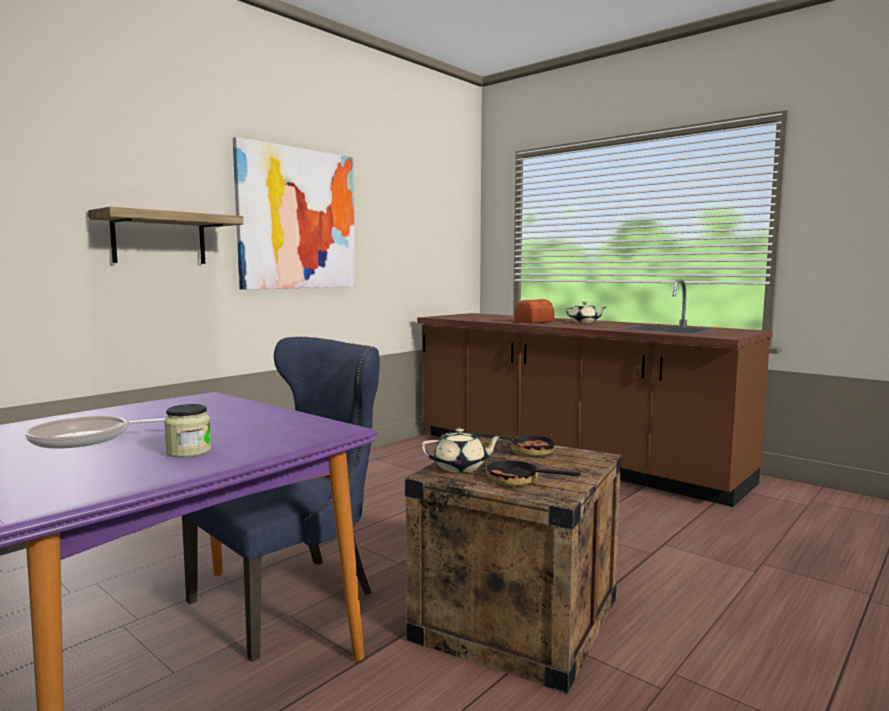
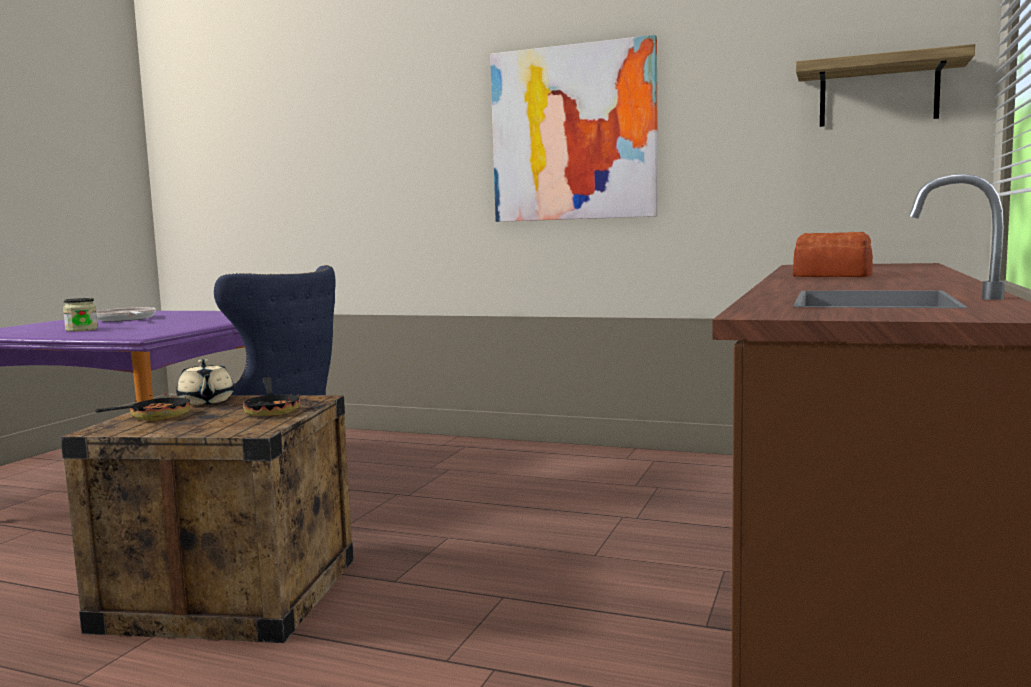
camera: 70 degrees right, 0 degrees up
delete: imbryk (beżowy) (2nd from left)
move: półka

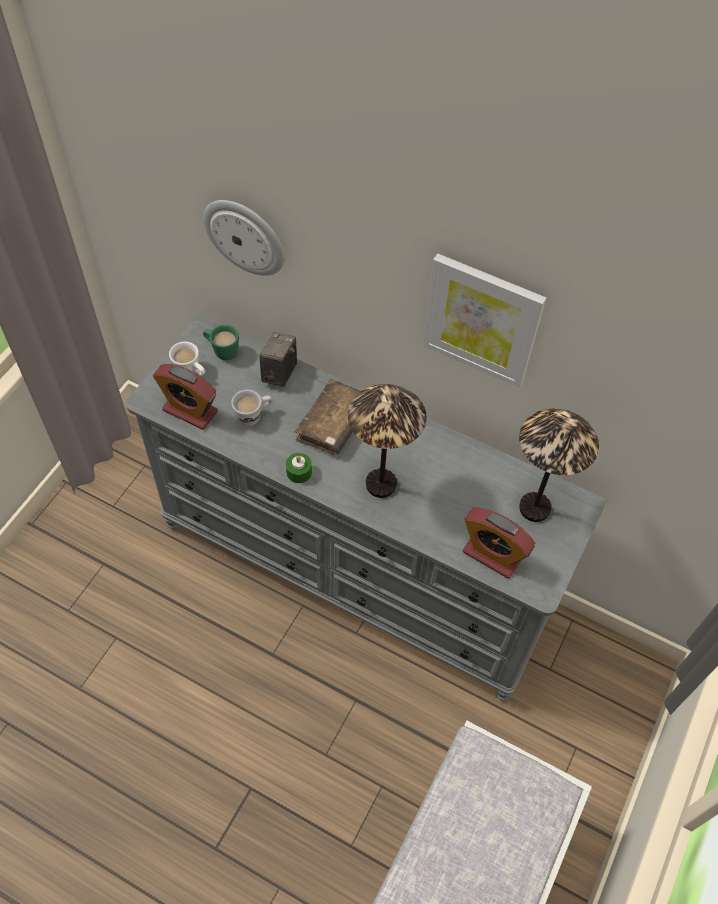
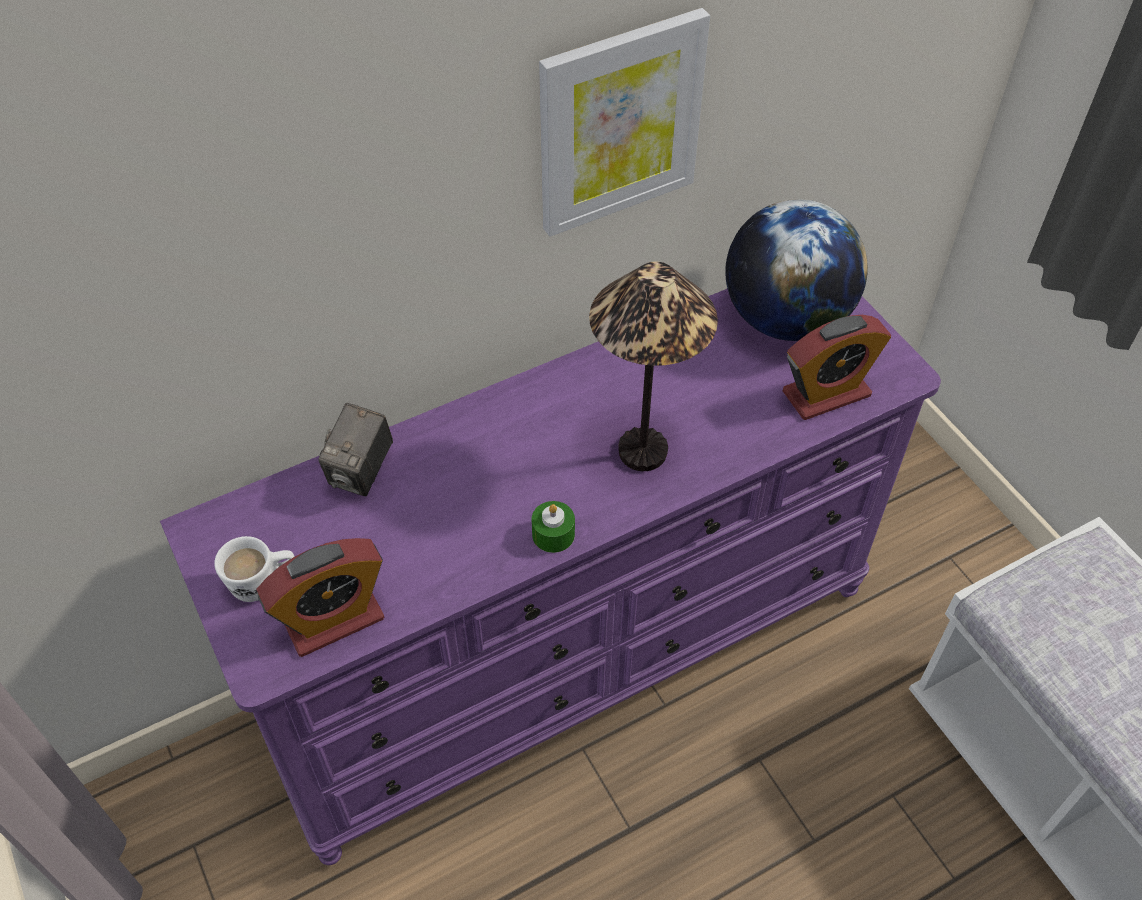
camera: 55 degrees left, 5 degrees down
delete: zegar ścienny; kubek (zielony); kubek (biały) (2nd from left); książka (brązowy)
replace: lampa stołowa (2nd from left) to globus
recolor: komoda (szary) to komoda (fioletowy)
rotate: aparat fotograficzny 120 degrees counterclockwise

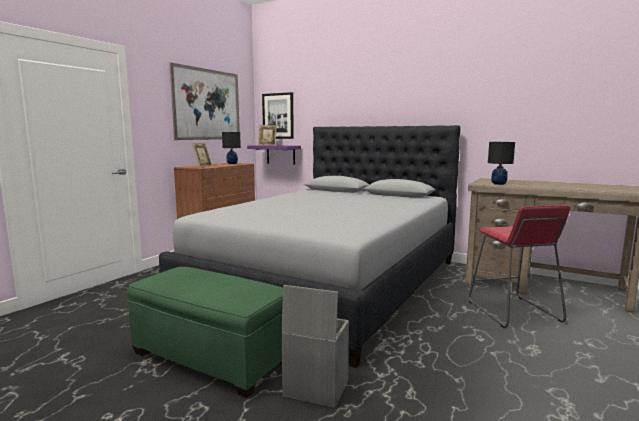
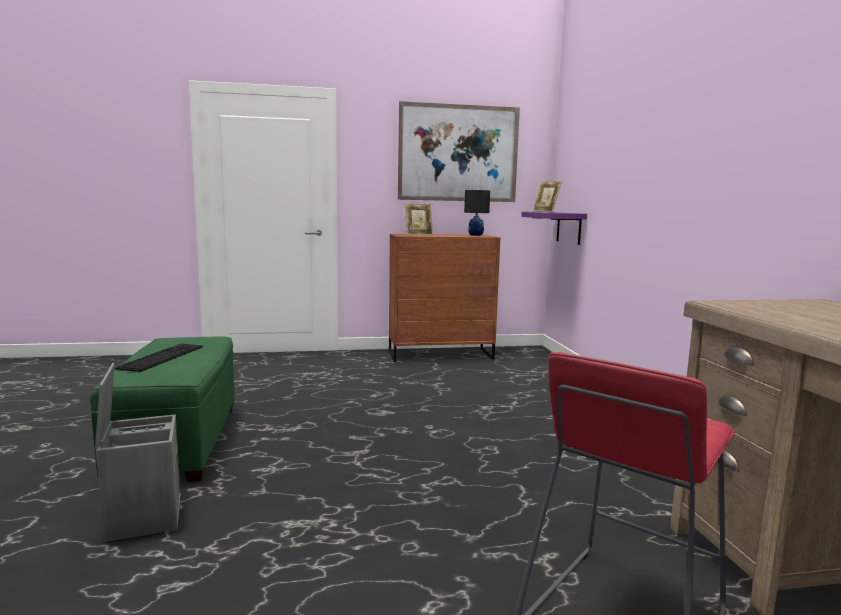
camera: 50 degrees right, 0 degrees up
delete: łóżko (szary); obraz (2nd from left); lampa stołowa (czarny) (2nd from left)
insert: klawiatura

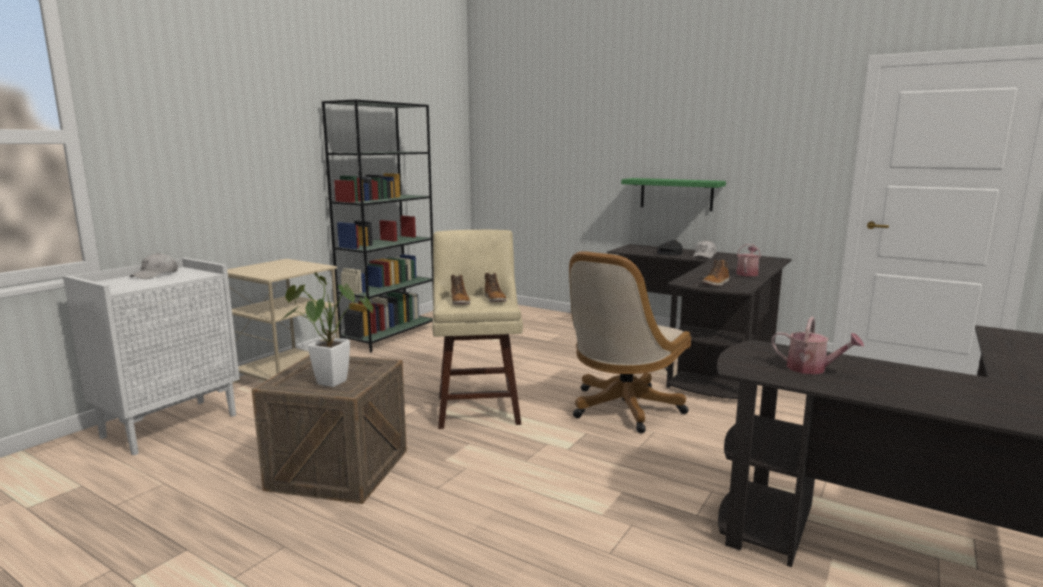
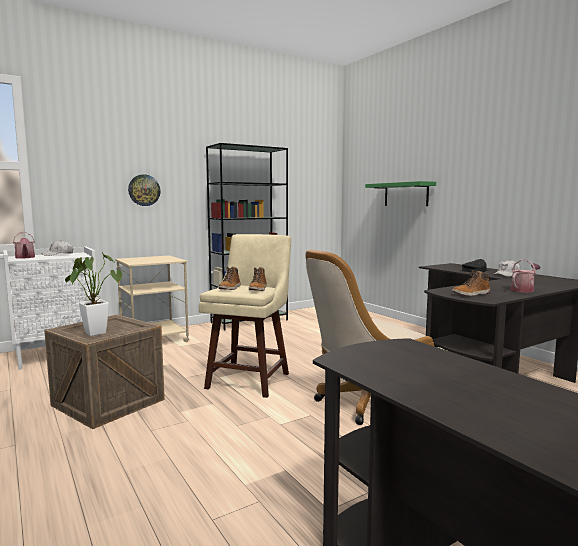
camera: 25 degrees right, 5 degrees down
insert: zegar ścienny
move: konewka (2nd from left in the first image) to konewka (1st from left); półka (zielony)

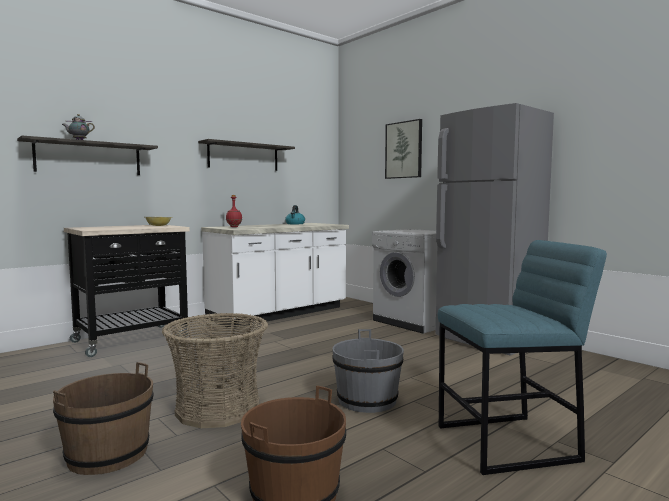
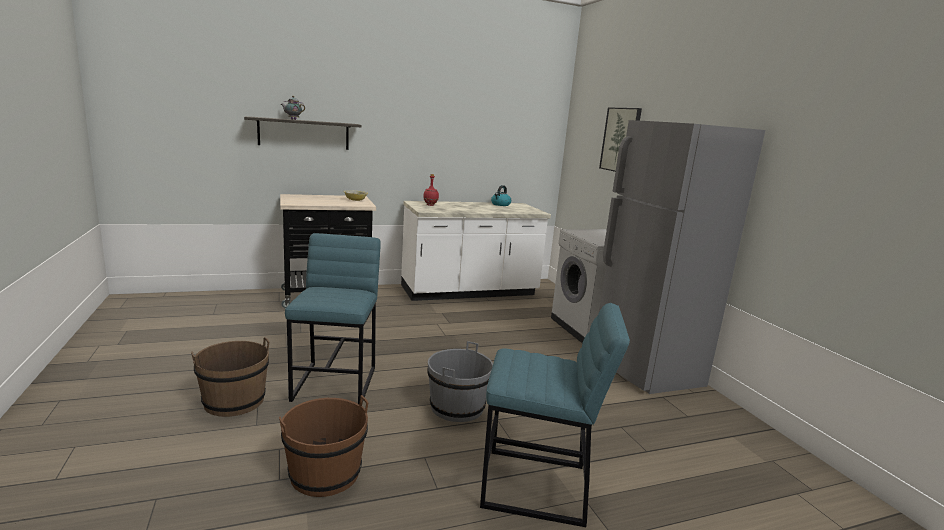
camera: 20 degrees right, 10 degrees up
delete: półka (2nd from left)
replace: koszyk to stołek (niebieski) (1st from left)

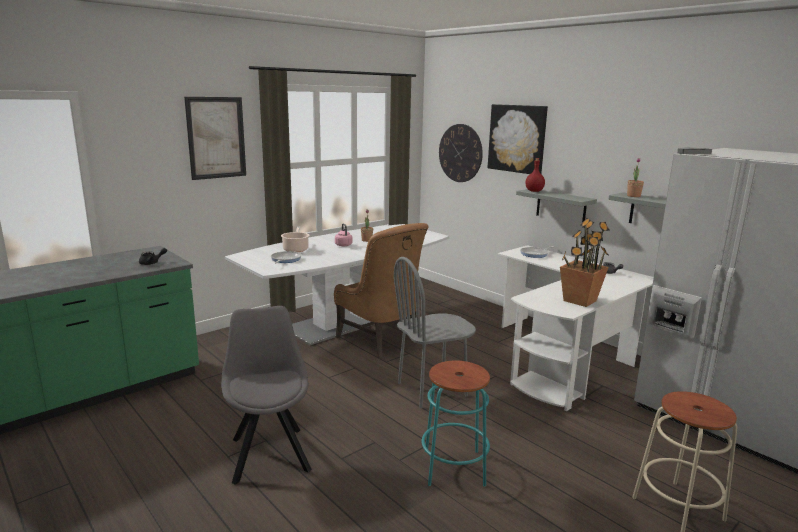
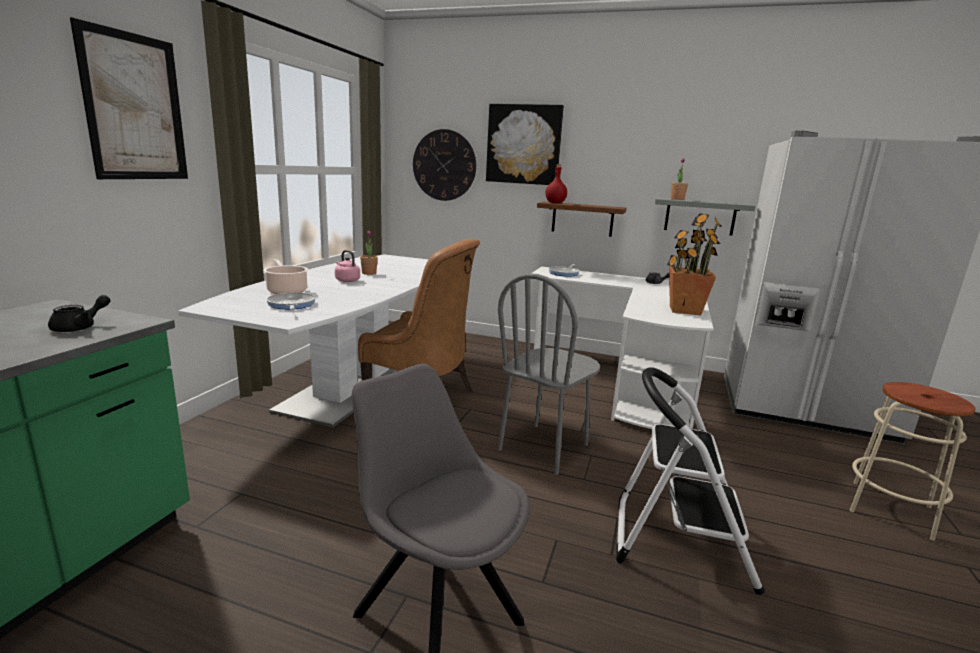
camera: 30 degrees left, 0 degrees up
replace: stołek (turkusowy) to drabinka
recolor: półka (szary) (1st from left) to półka (brązowy)

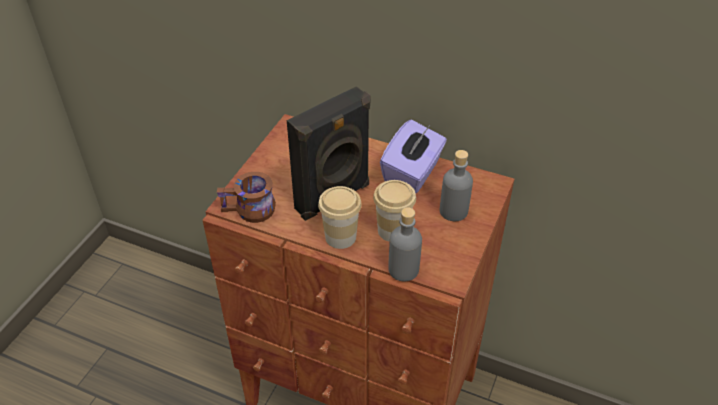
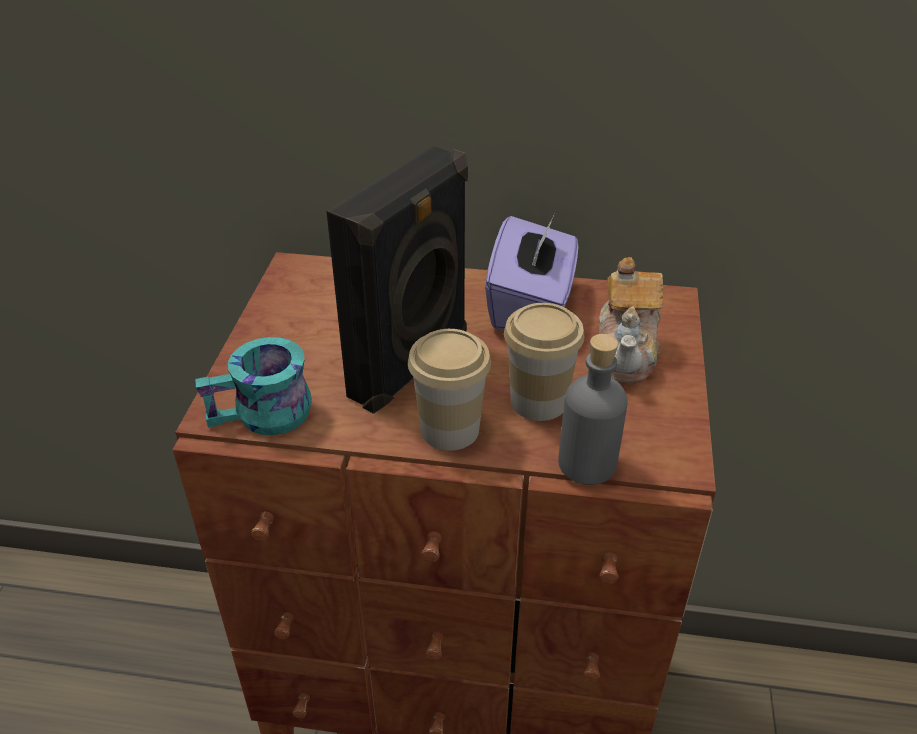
camera: 15 degrees left, 5 degrees down
replace: butelka (szary) (2nd from left) to imbryk
recolor: kubek (brązowy) to kubek (turkusowy)

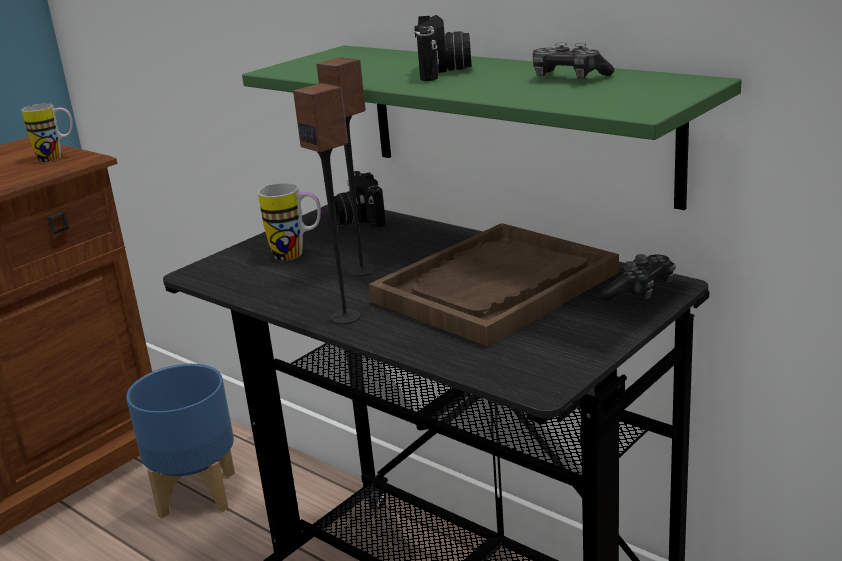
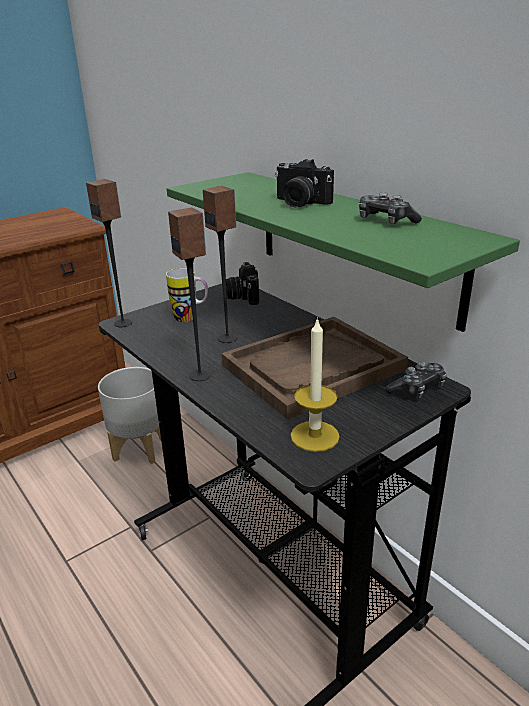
camera: 10 degrees right, 5 degrees up
delete: kubek (1st from left)
insert: głośnik (1st from left); świeca
recolor: donica (niebieski) to donica (szary)
rotate: aparat fotograficzny (2nd from left) 105 degrees clockwise

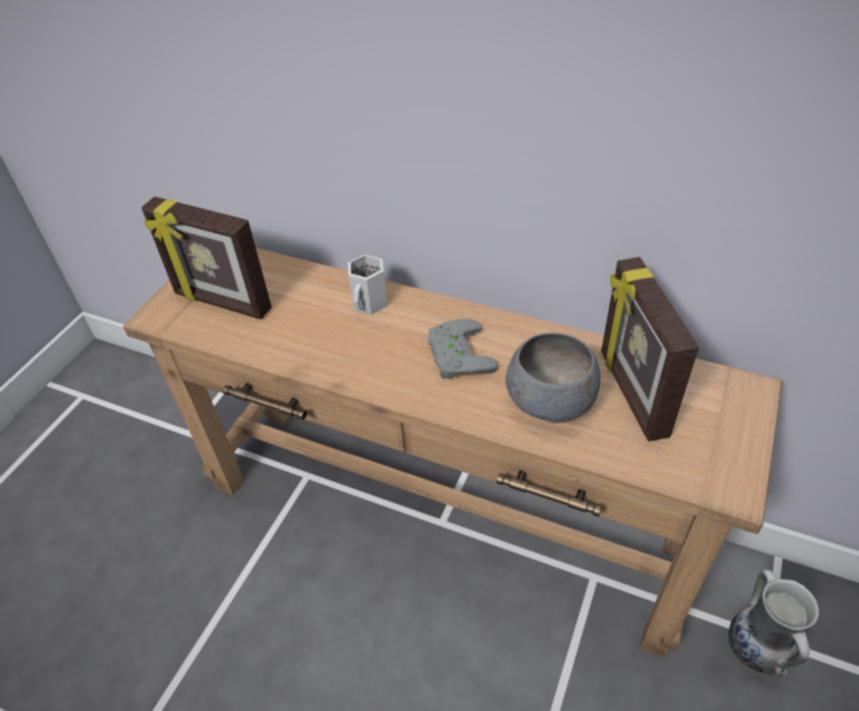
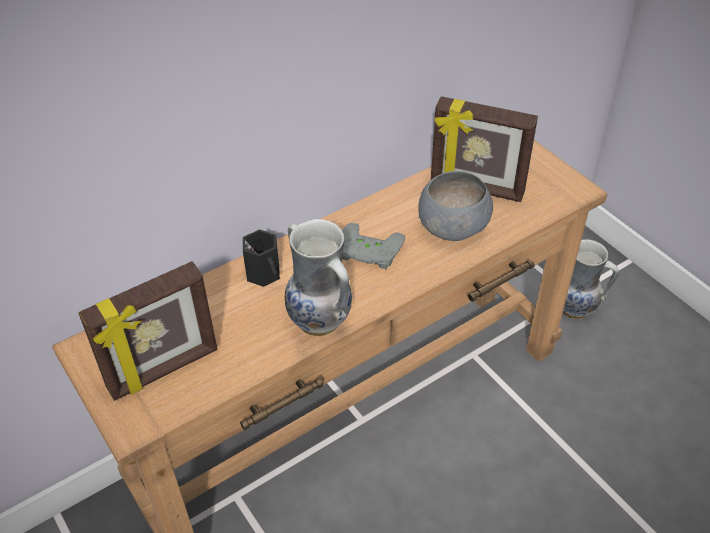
camera: 60 degrees left, 0 degrees up
insert: wazon (1st from left)
recolor: kubek (biały) to kubek (czarny)

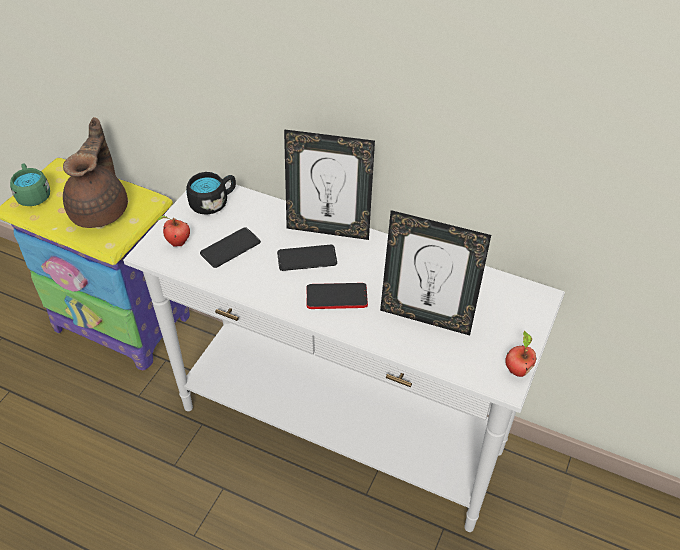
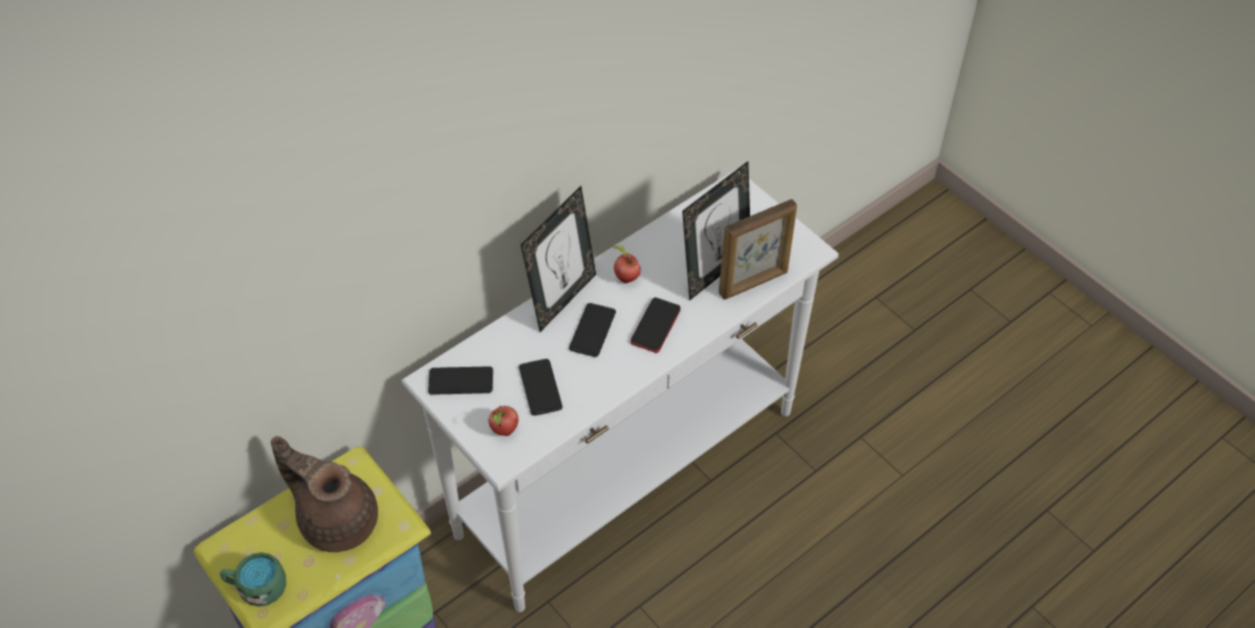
camera: 65 degrees left, 5 degrees up
insert: ramka na zdjęcie (3rd from left)
move: jabłko (2nd from left)
replace: kubek (czarny) to telefon (1st from left)

